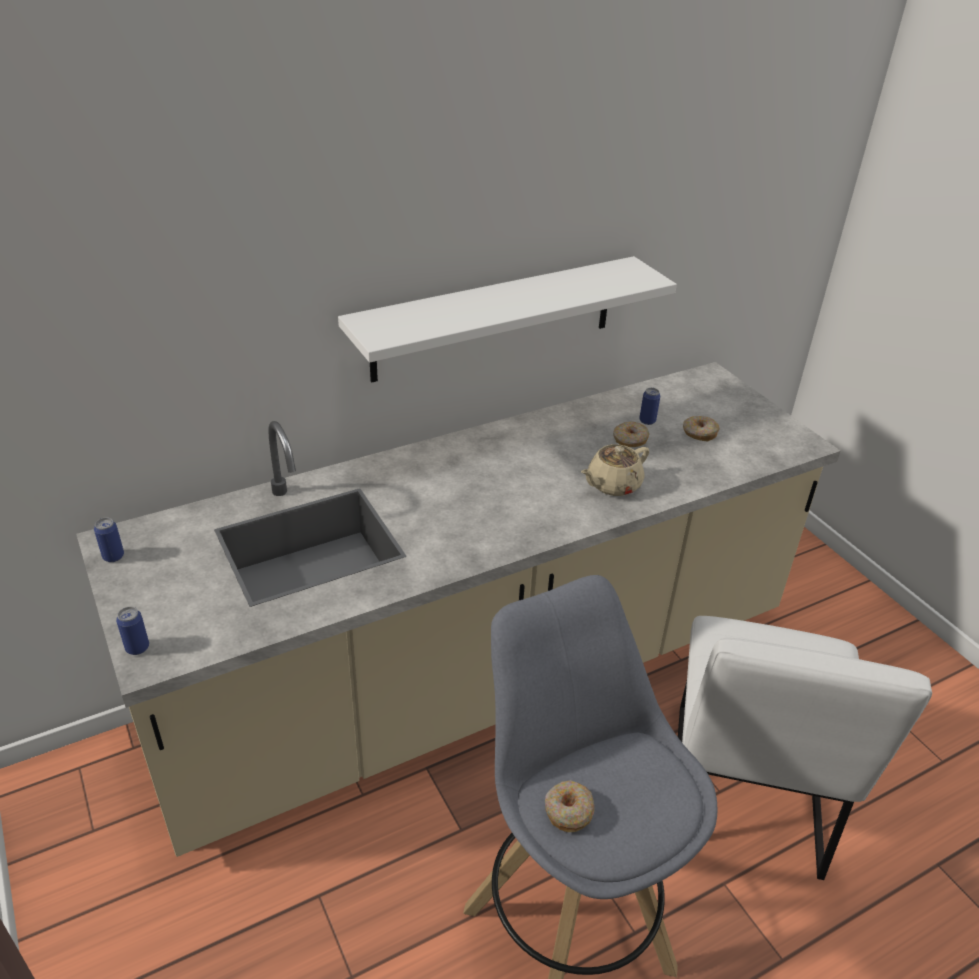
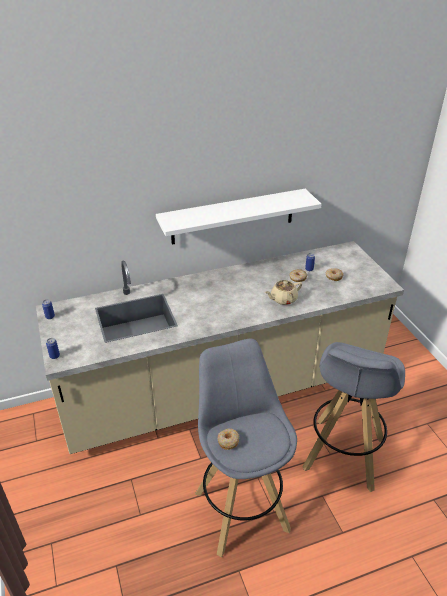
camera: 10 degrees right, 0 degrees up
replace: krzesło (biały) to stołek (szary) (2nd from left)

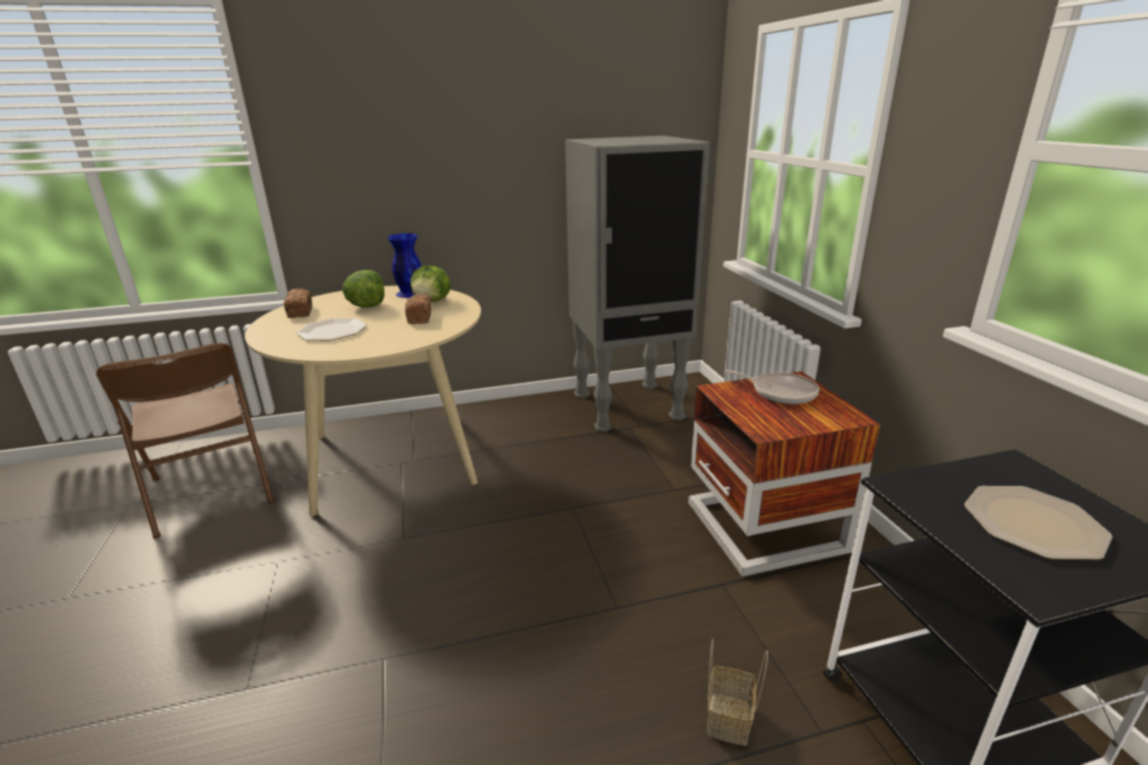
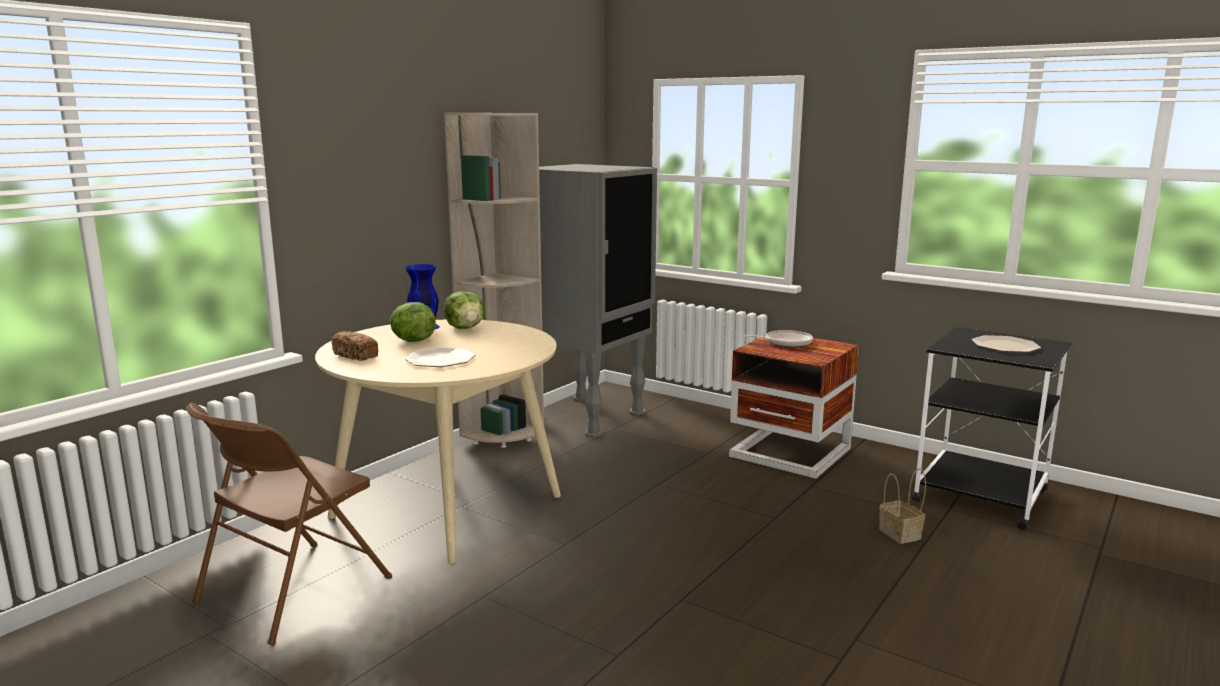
camera: 40 degrees left, 10 degrees down
delete: chleb (2nd from left)
insert: regał (beżowy)
rotate: krzesło (brązowy) 105 degrees clockwise

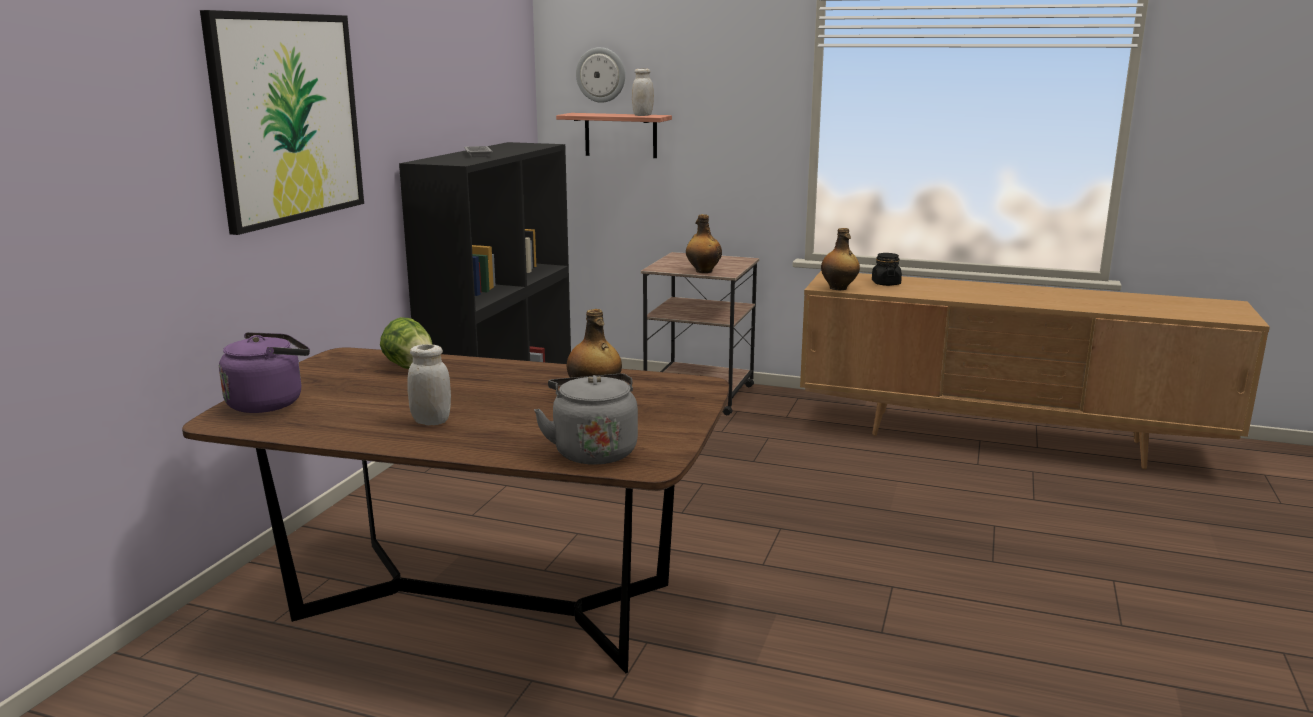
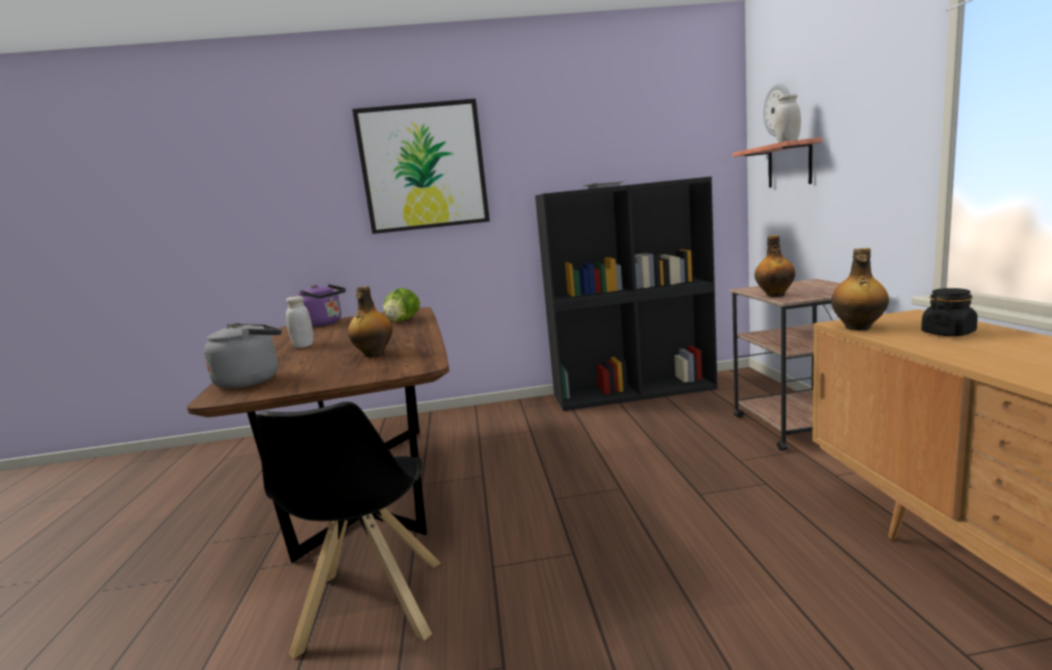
camera: 65 degrees right, 5 degrees down
insert: krzesło (czarny)

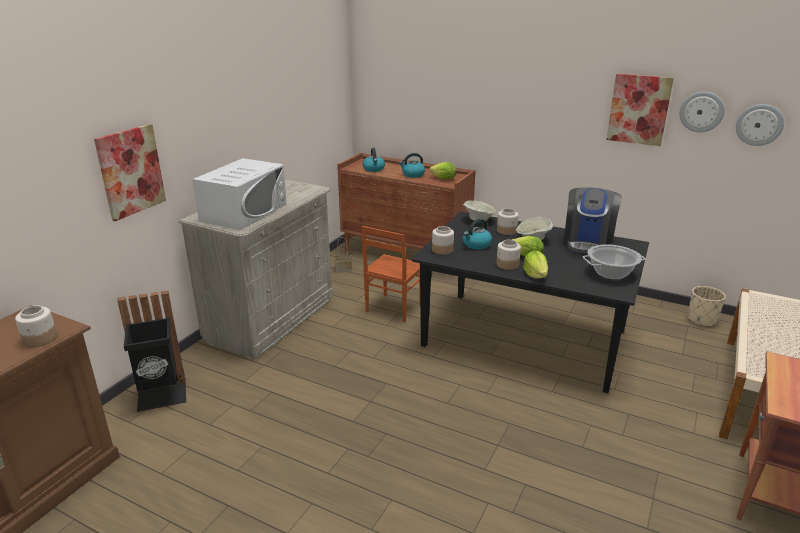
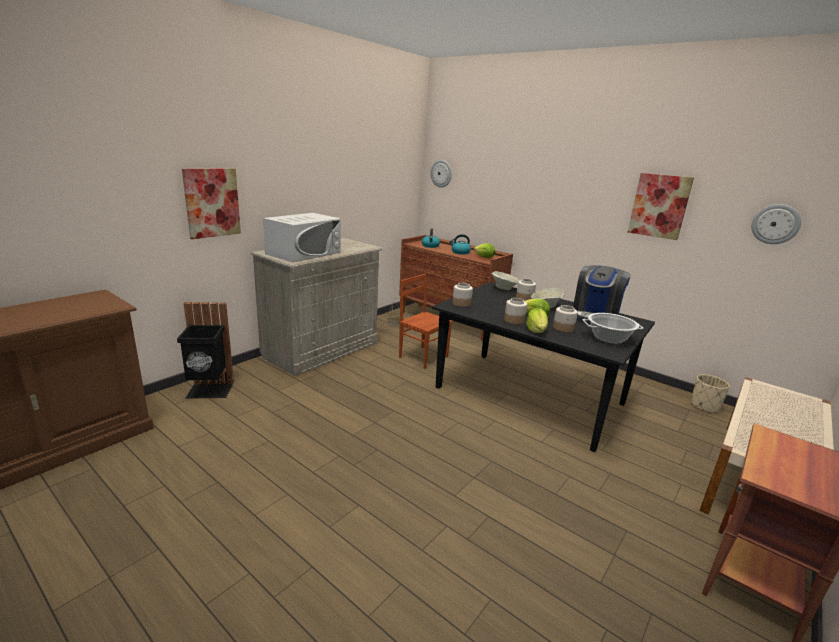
camera: 10 degrees right, 5 degrees down
delete: czajnik (3rd from left)
move: zegar ścienny (1st from left); słoik (1st from left in the first image) to słoik (4th from left)
rotate: krzesło (brązowy) 90 degrees clockwise

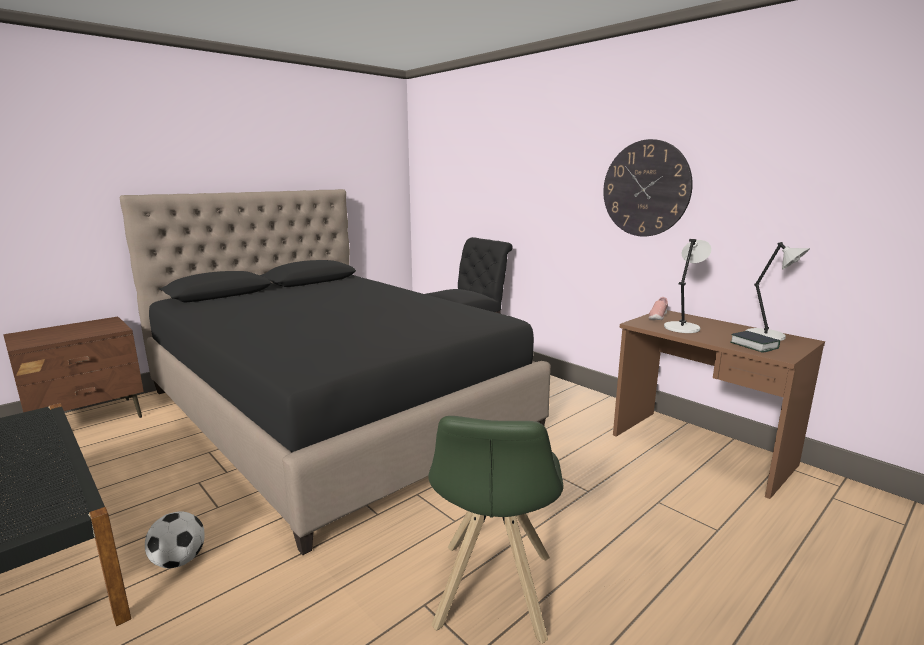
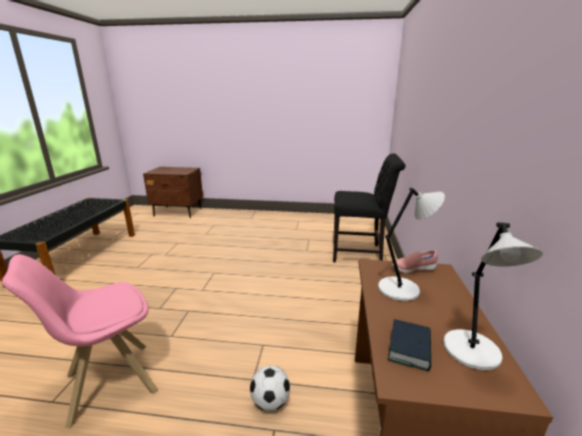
camera: 50 degrees right, 5 degrees up
delete: łóżko (czarny); zegar ścienny
move: piłka futbolowa
recolor: krzesło (zielony) to krzesło (różowy)

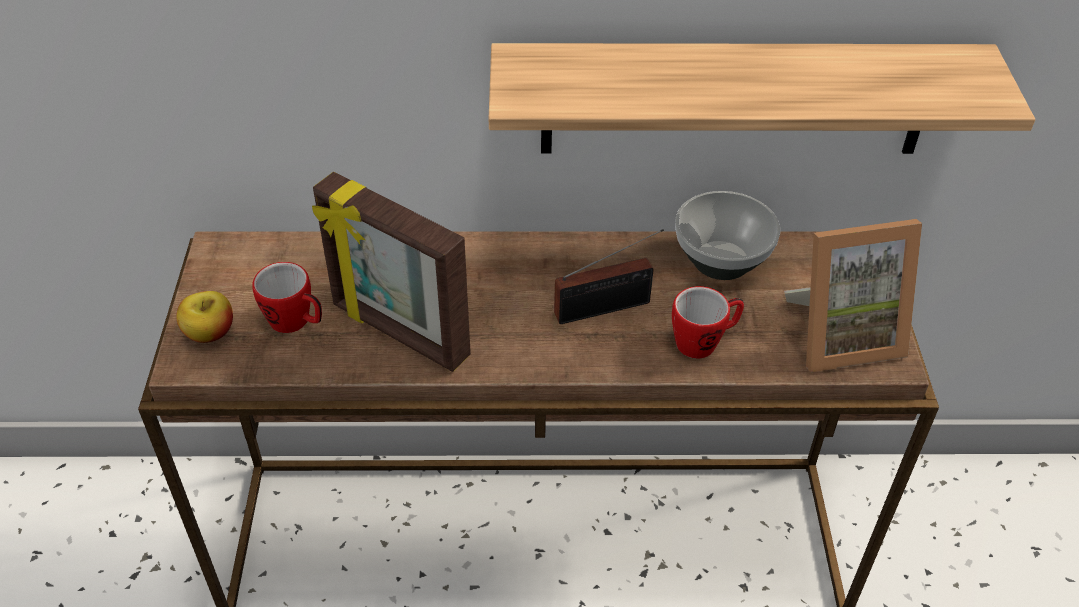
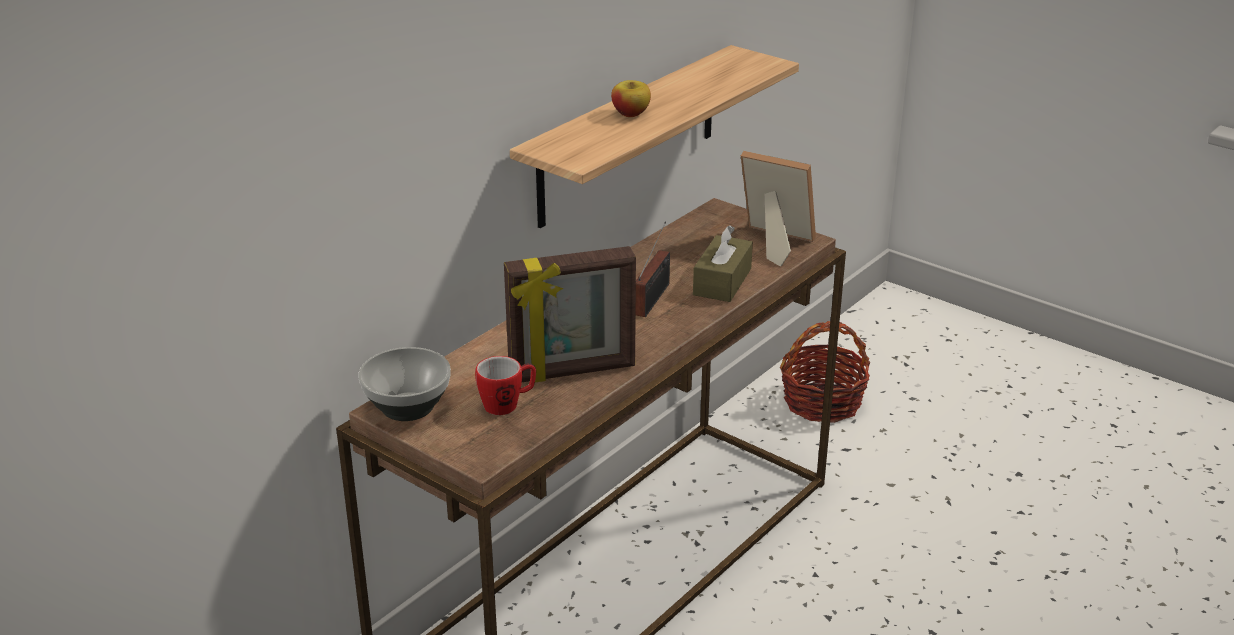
camera: 50 degrees left, 15 degrees down
insert: koszyk
move: miska; jabłko
replace: kubek (2nd from left) to pudełko chusteczek (brązowy)
rotate: ramka na zdjęcie (2nd from left) 90 degrees counterclockwise

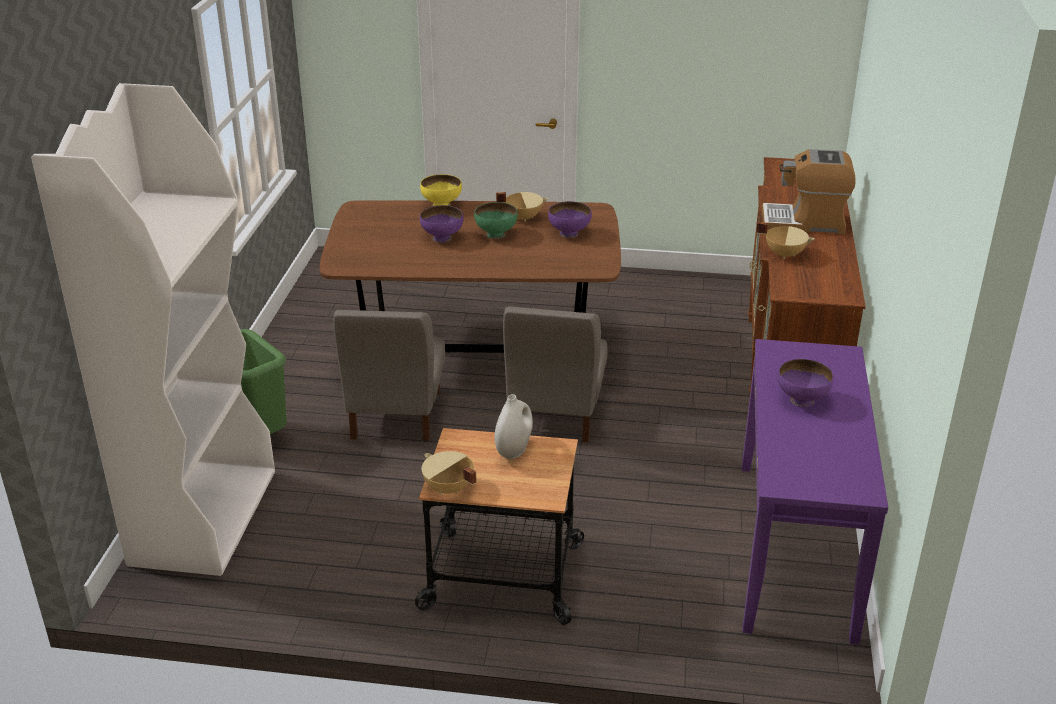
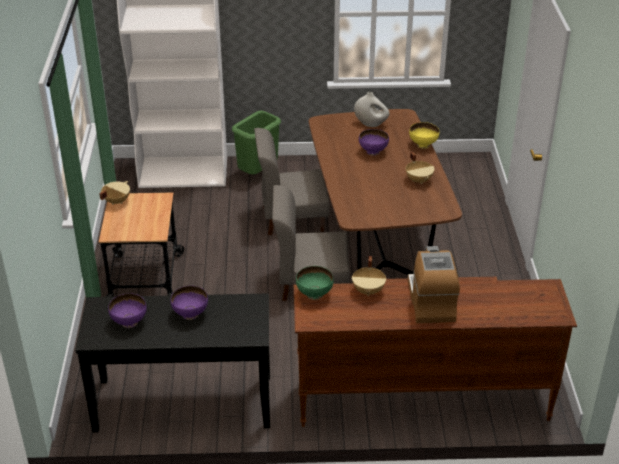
camera: 80 degrees right, 5 degrees up
move: miska (fioletowy) (2nd from left in the first image) to miska (fioletowy) (1st from left); miska (zielony); wazon (biały)
recolor: stolik konsolowy (fioletowy) to stolik konsolowy (czarny)

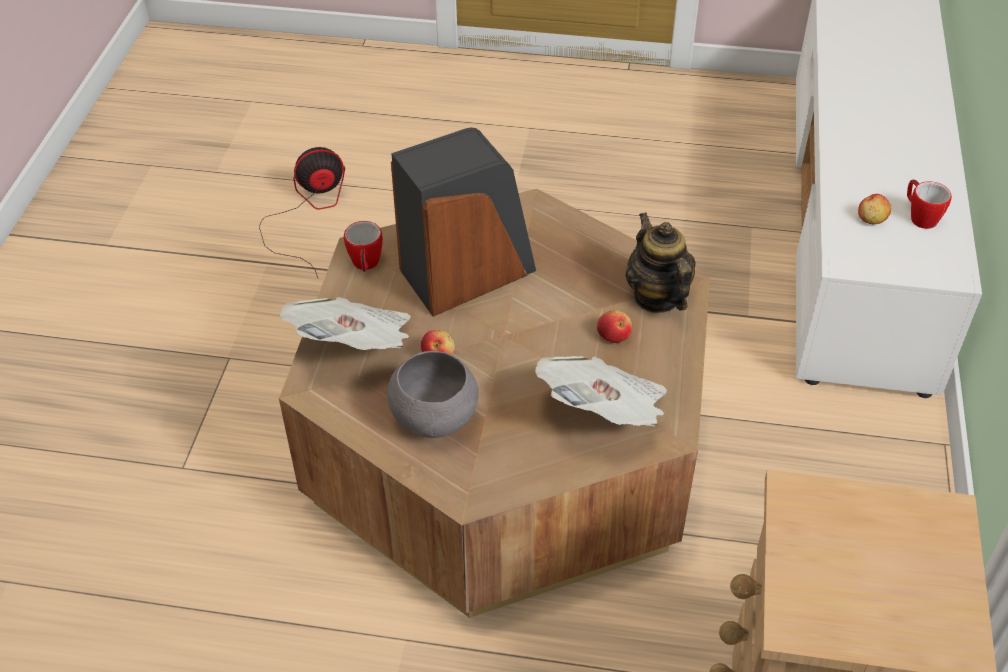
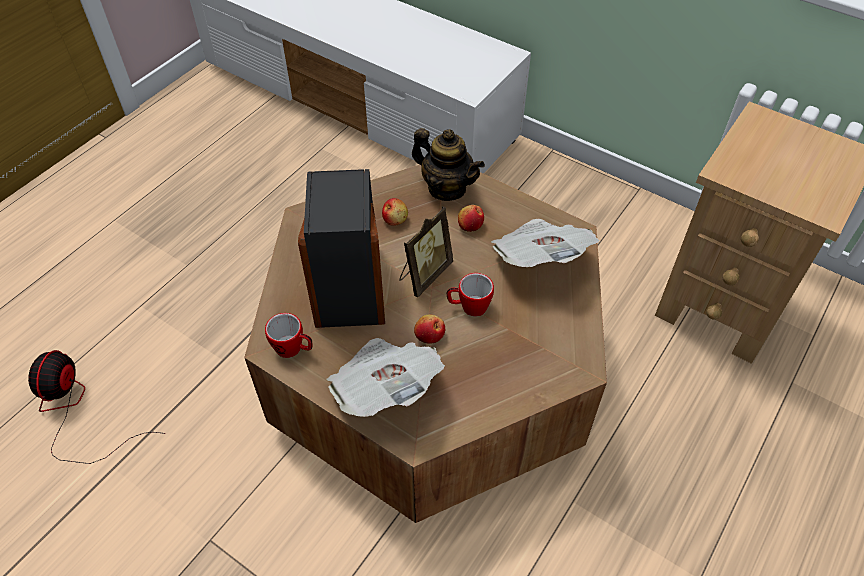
camera: 65 degrees left, 5 degrees up
delete: miska (szary)
insert: ramka na zdjęcie
move: jabłko (3rd from left in the first image) to jabłko (1st from left); kubek (2nd from left)
rotate: imbryk 150 degrees counterclockwise

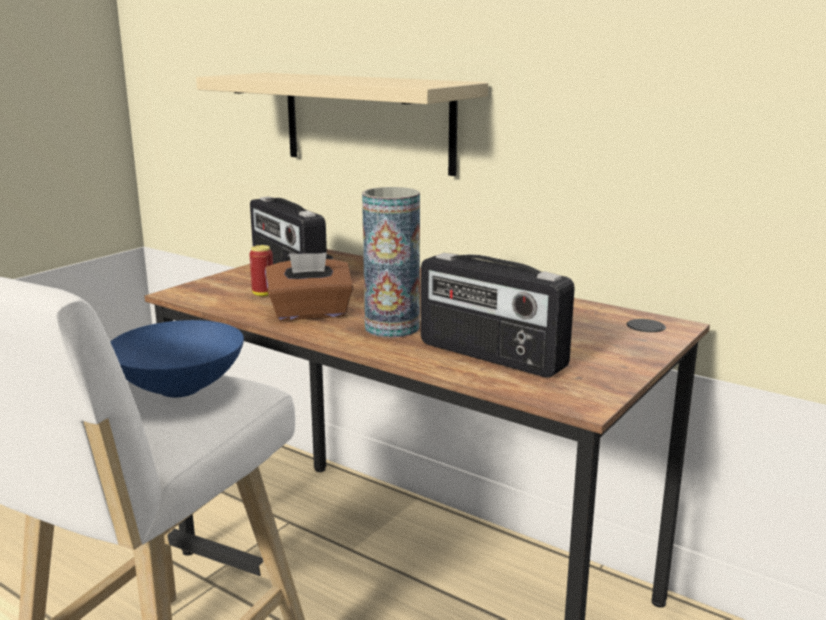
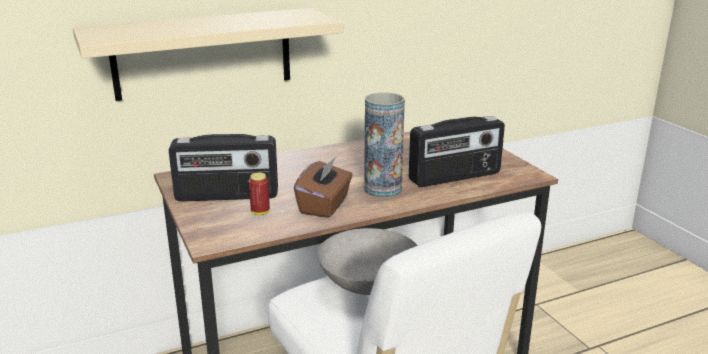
camera: 60 degrees left, 5 degrees up
recolor: miska (niebieski) to miska (szary)

